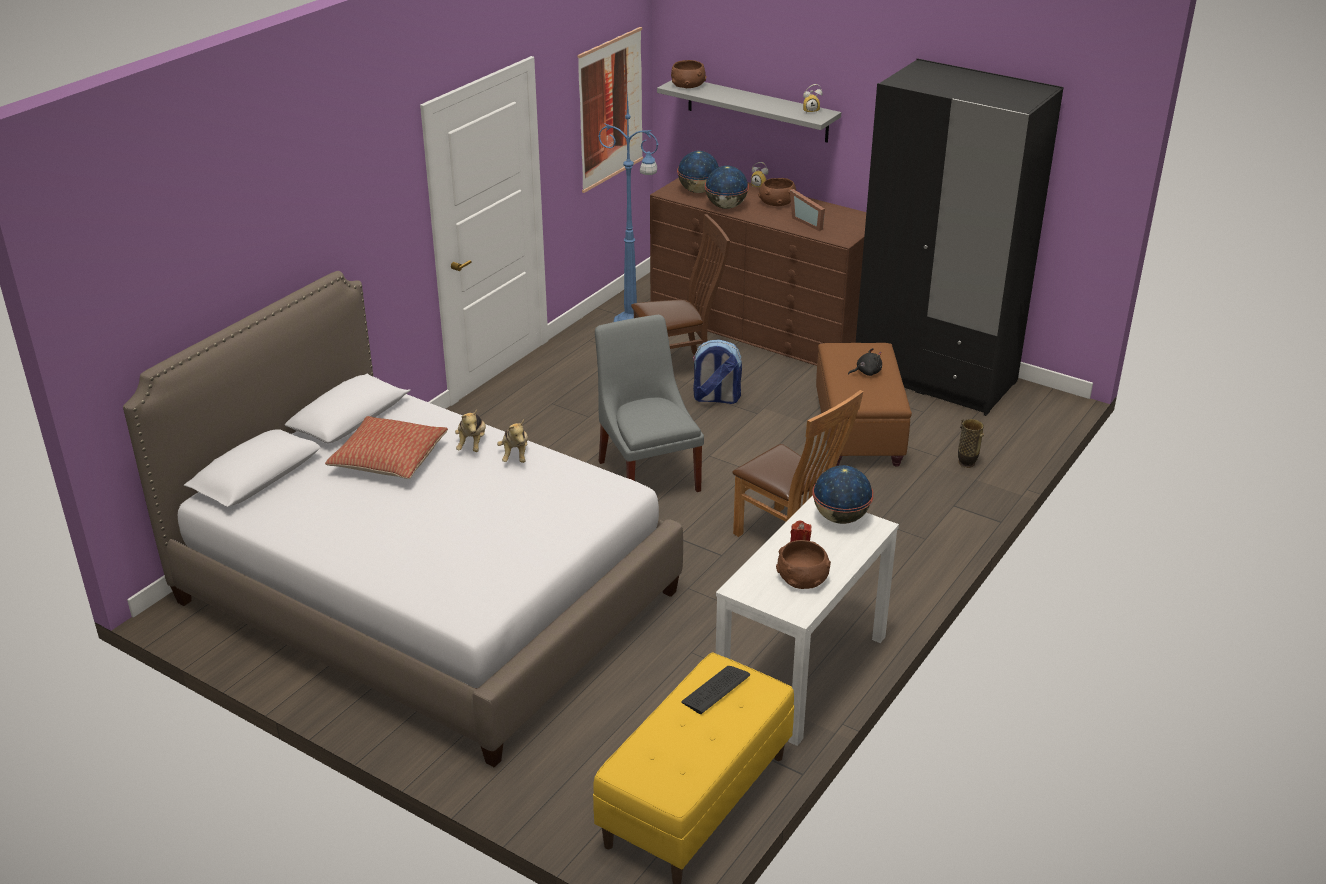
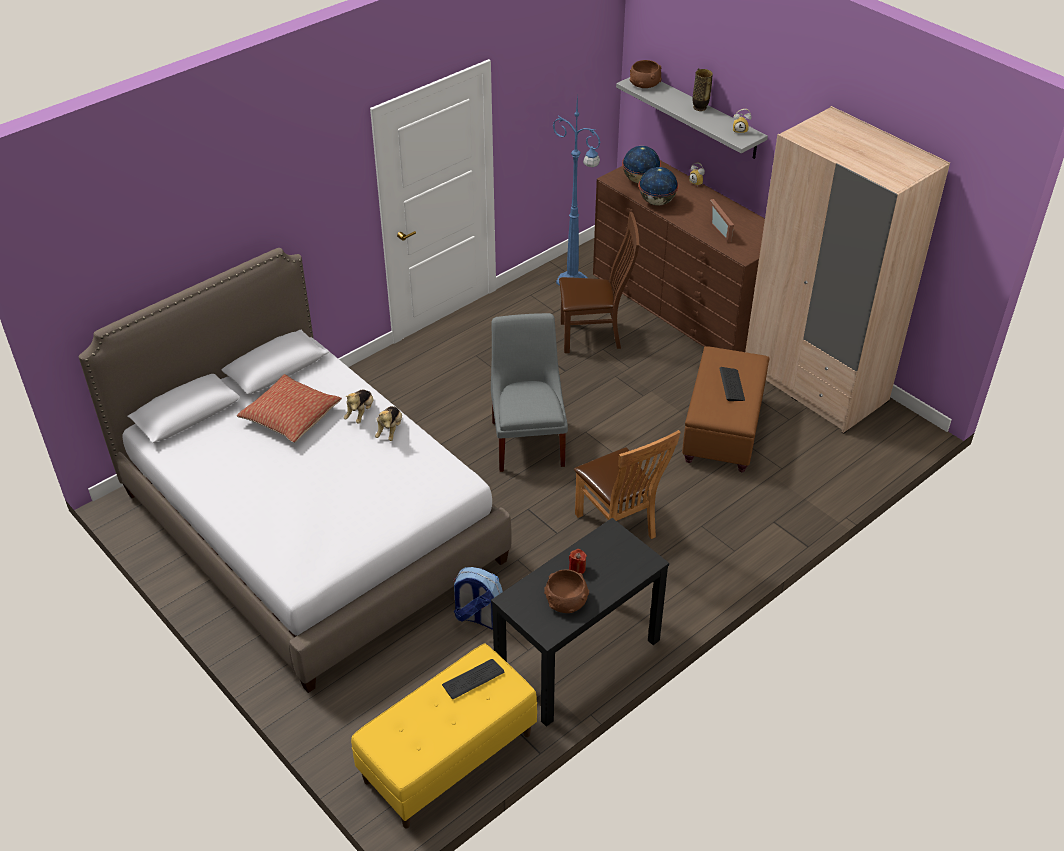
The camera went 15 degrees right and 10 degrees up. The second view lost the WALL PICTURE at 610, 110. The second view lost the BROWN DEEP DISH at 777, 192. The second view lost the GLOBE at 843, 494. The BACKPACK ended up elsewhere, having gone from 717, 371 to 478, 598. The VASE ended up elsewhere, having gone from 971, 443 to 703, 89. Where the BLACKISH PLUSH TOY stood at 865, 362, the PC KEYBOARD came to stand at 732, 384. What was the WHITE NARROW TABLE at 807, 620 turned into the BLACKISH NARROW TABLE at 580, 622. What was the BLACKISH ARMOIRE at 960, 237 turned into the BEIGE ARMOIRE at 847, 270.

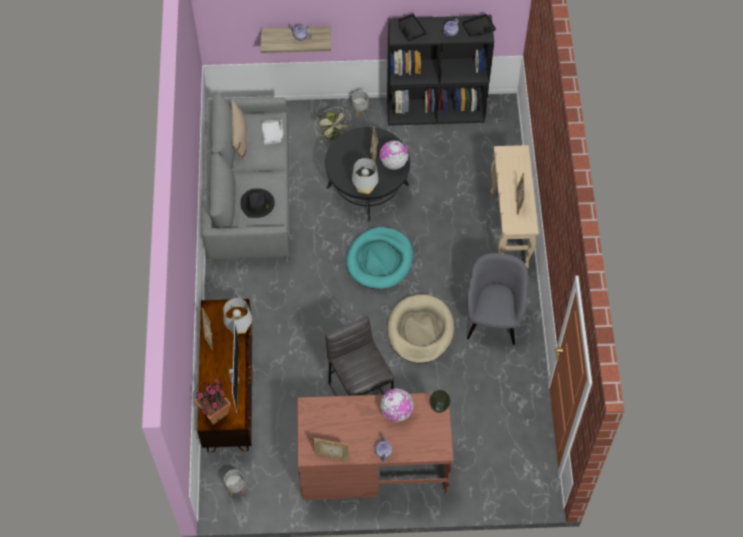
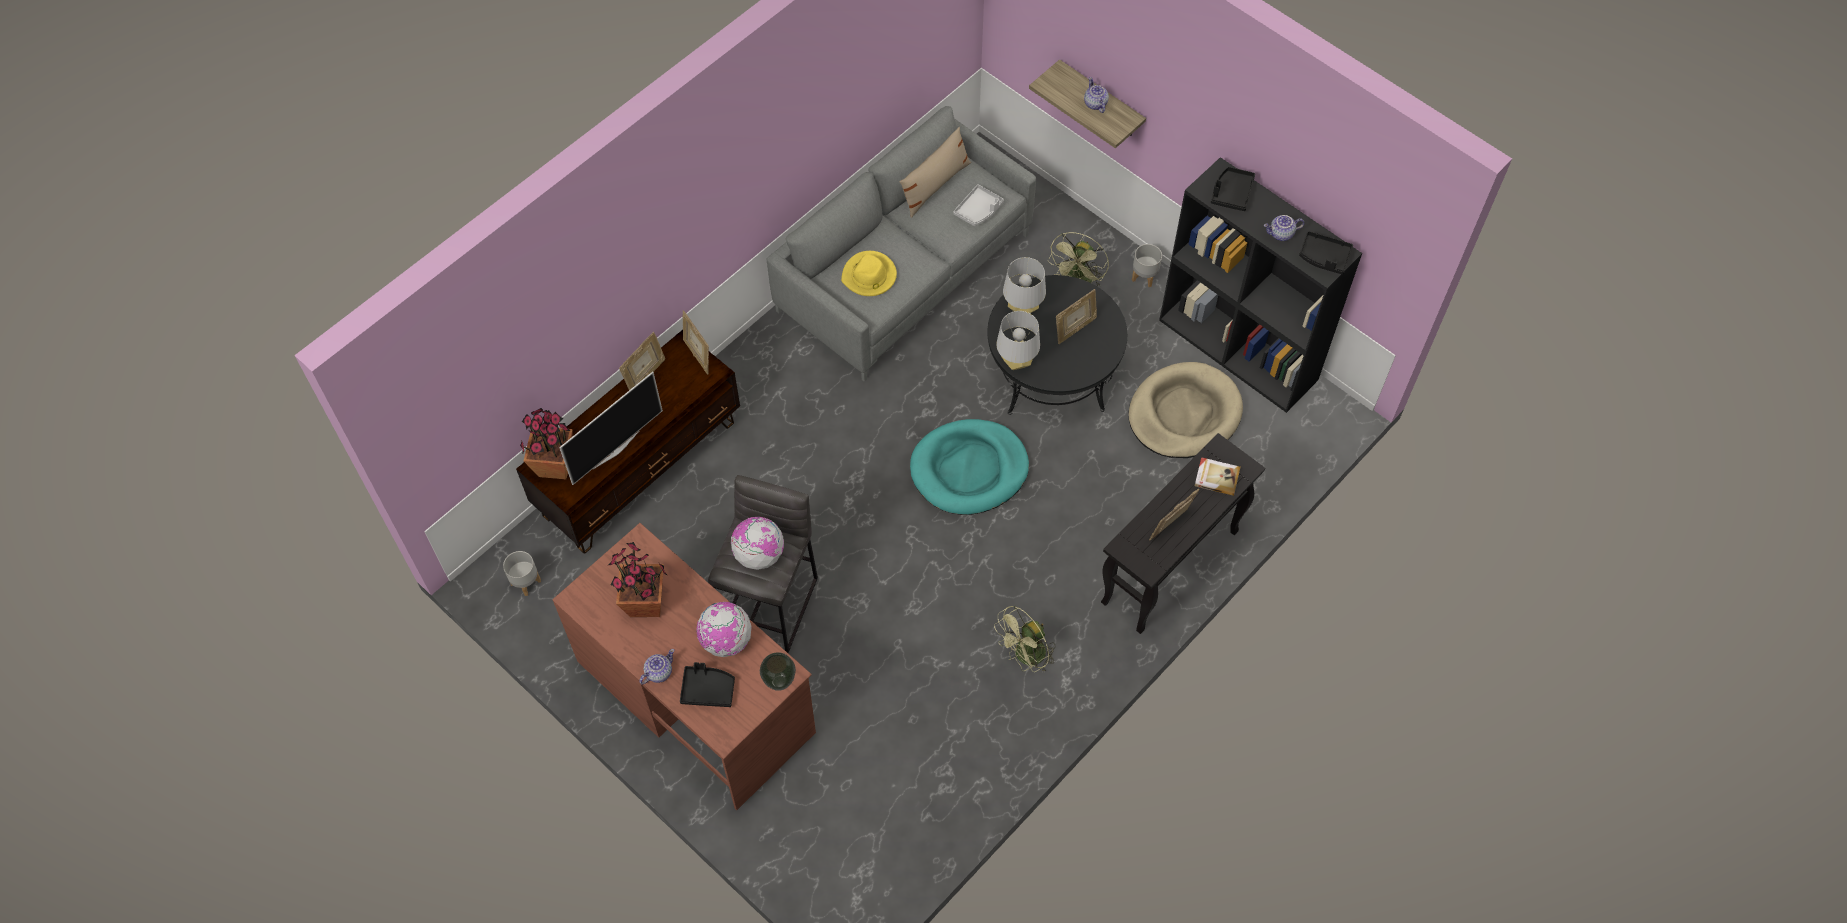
The camera went 45 degrees right and 0 degrees up. The second view gained the HOUSEPLANT at 638, 579. The second view gained the BLACKISH SERVING TRAY at 707, 684. The second view gained the BOUND BOOK at 1218, 476. The GREY LAMP FOR A TABLE ended up elsewhere, having gone from 237, 316 to 1024, 285. The PHOTO FRAME ended up elsewhere, having gone from 331, 449 to 696, 342. The GLOBE ended up elsewhere, having gone from 393, 155 to 757, 543. The BEIGE DOG BED ended up elsewhere, having gone from 420, 329 to 1186, 410. Where the GREY ARMCHAIR stood at 497, 299, the GREEN COOLING FAN came to stand at 1025, 639. What was the BLACKISH WEARABLE HAT at 257, 203 turned into the YELLOW-COLOURED WEARABLE HAT at 869, 273. What was the BEIGE NARROW TABLE at 515, 206 turned into the BLACKISH NARROW TABLE at 1183, 533.

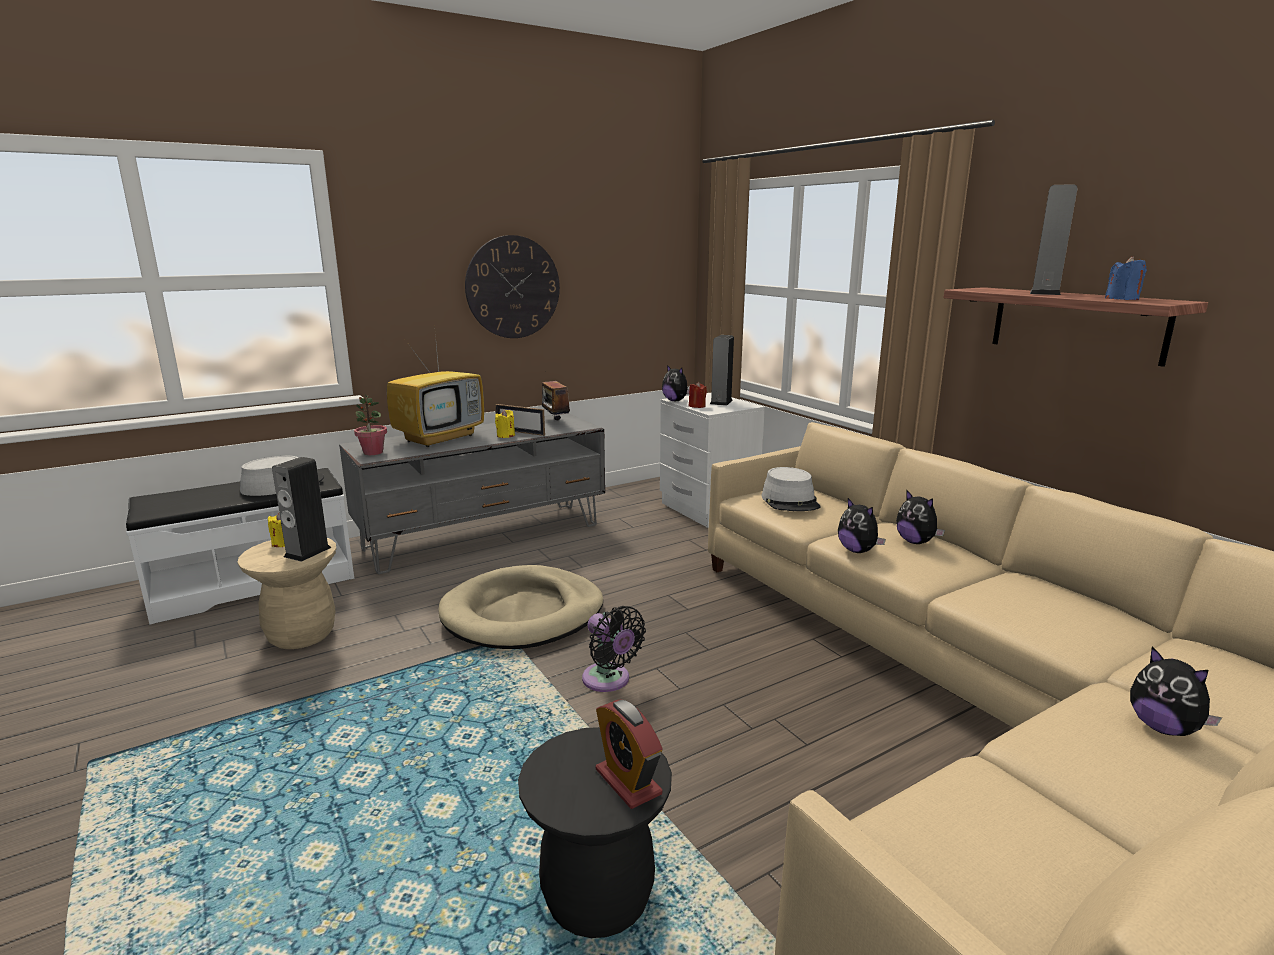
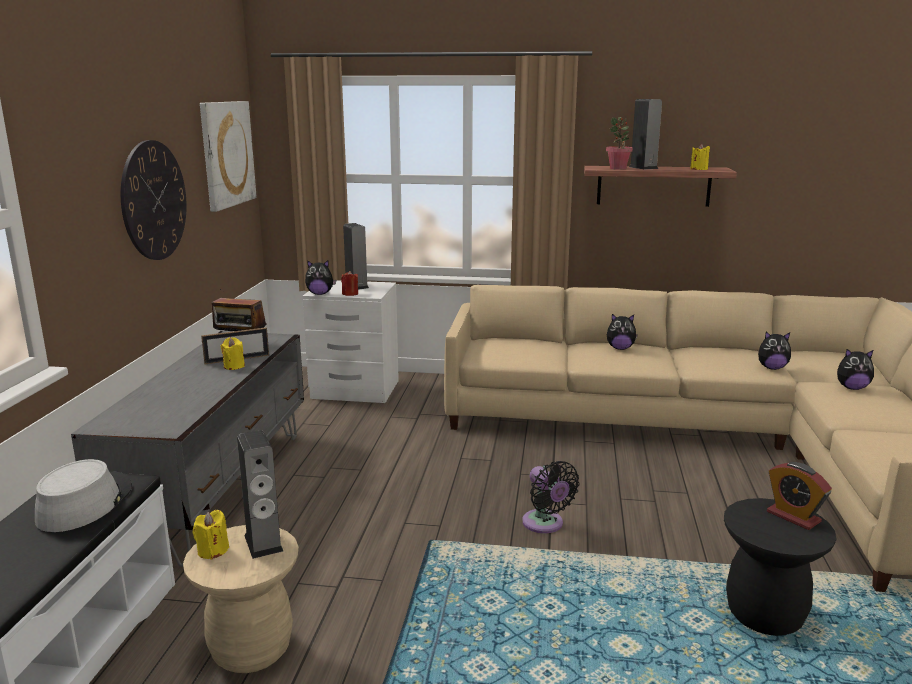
The camera went 50 degrees left and 0 degrees up. The second view lost the TELEVISION at 435, 391. The second view lost the BEIGE DOG BED at 520, 607. The second view lost the GREY WEARABLE HAT at 791, 489. The second view gained the WALL PICTURE at 228, 156. The HOUSEPLANT ended up elsewhere, having gone from 370, 424 to 619, 143. The PLUSH TOY ended up elsewhere, having gone from 862, 525 to 774, 351. What was the BLUE-COLOURED WAX CANDLE at 1126, 278 turned into the YELLOW-COLOURED WAX CANDLE at 700, 157. The BLACKISH COOLING FAN at 614, 649 ended up facing another way, 60 degrees clockwise from before. The ALARM CLOCK at 629, 754 ended up facing another way, 45 degrees clockwise from before.

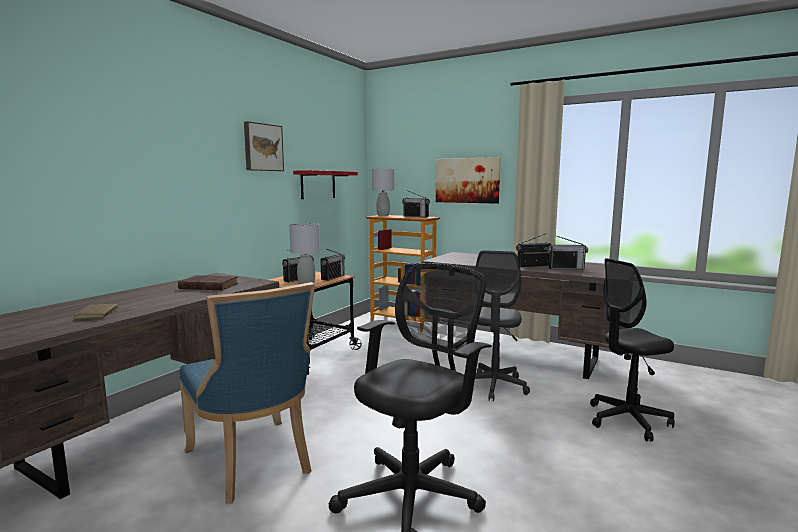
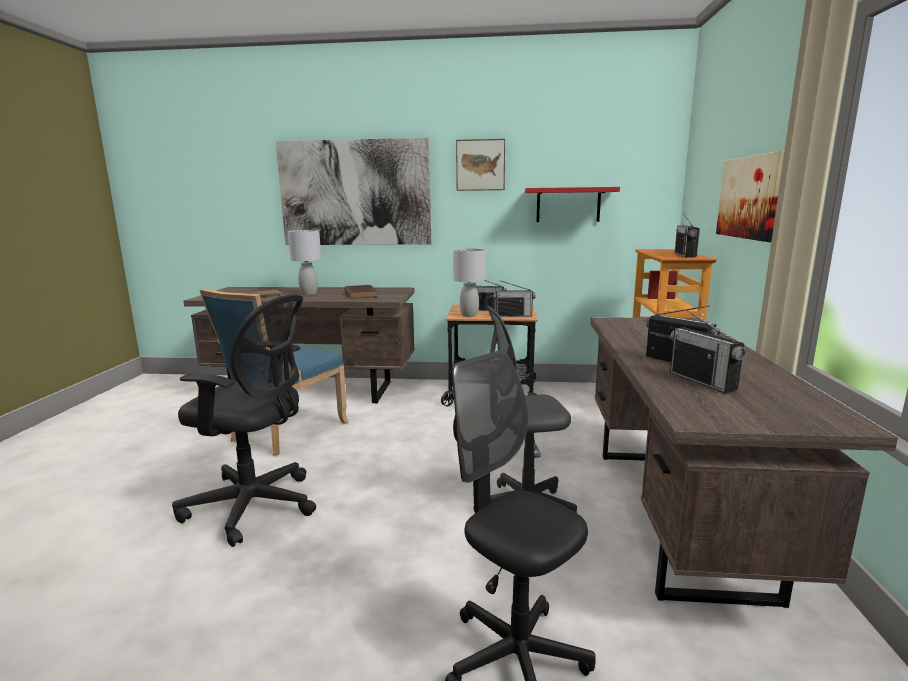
The camera went 65 degrees right and 5 degrees up. The second view gained the WALL PICTURE at 353, 191. The GREY LAMP FOR A TABLE ended up elsewhere, having gone from 383, 192 to 304, 262.

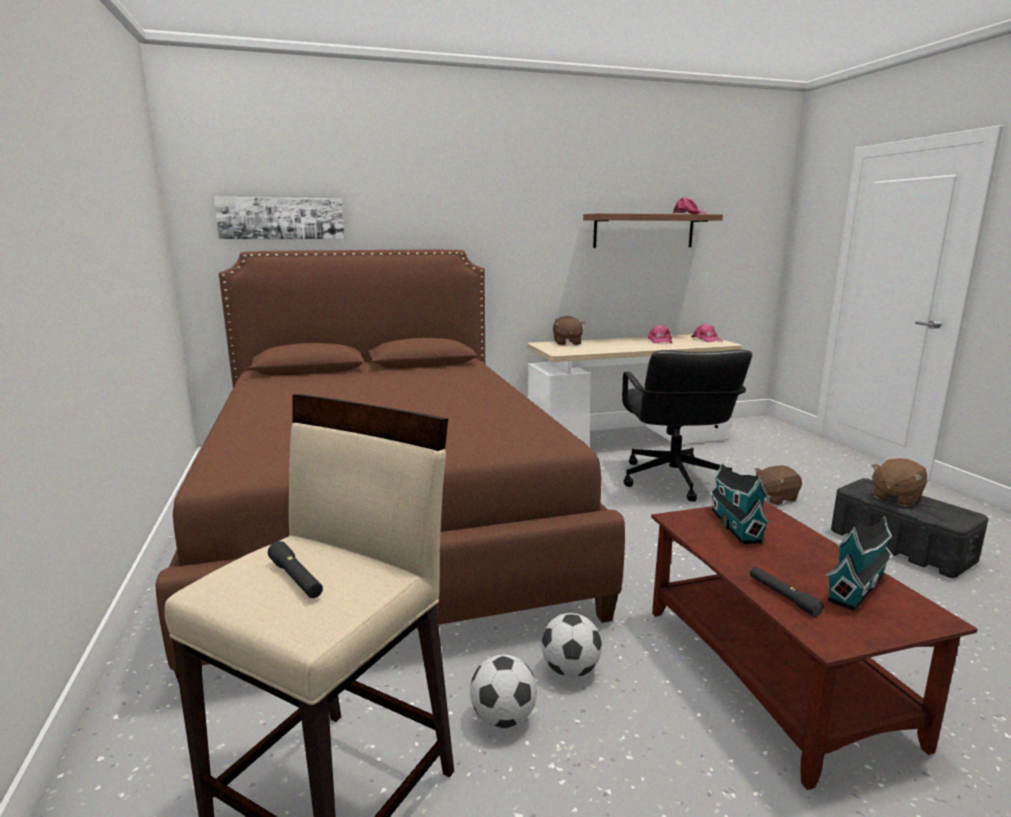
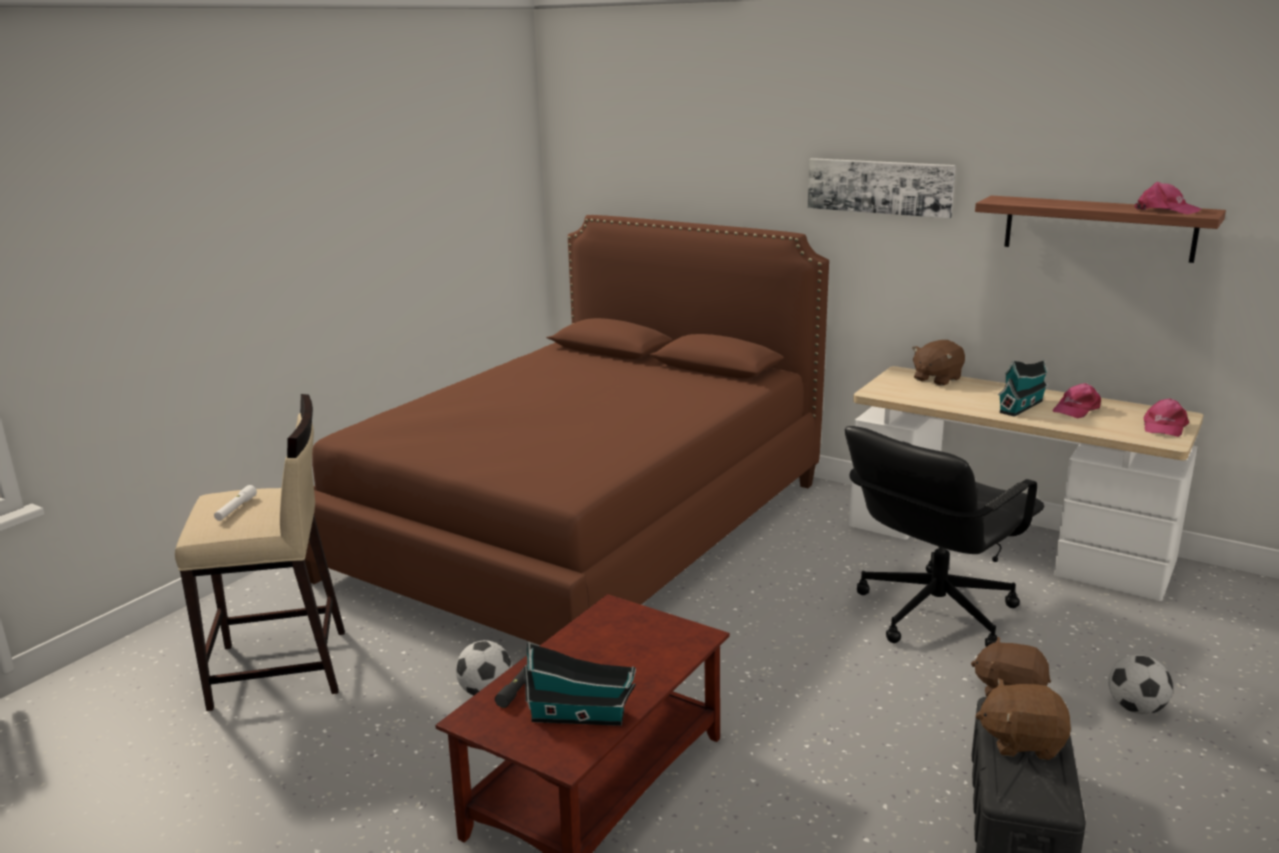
The camera went 50 degrees right and 5 degrees up. The WALL PICTURE ended up elsewhere, having gone from 279, 218 to 882, 188. The FOOTBALL ended up elsewhere, having gone from 503, 691 to 1141, 684. The TOY HOUSE ended up elsewhere, having gone from 740, 503 to 1023, 388. What was the BLACKISH TORCH at 295, 569 turned into the WHITE TORCH at 235, 503.

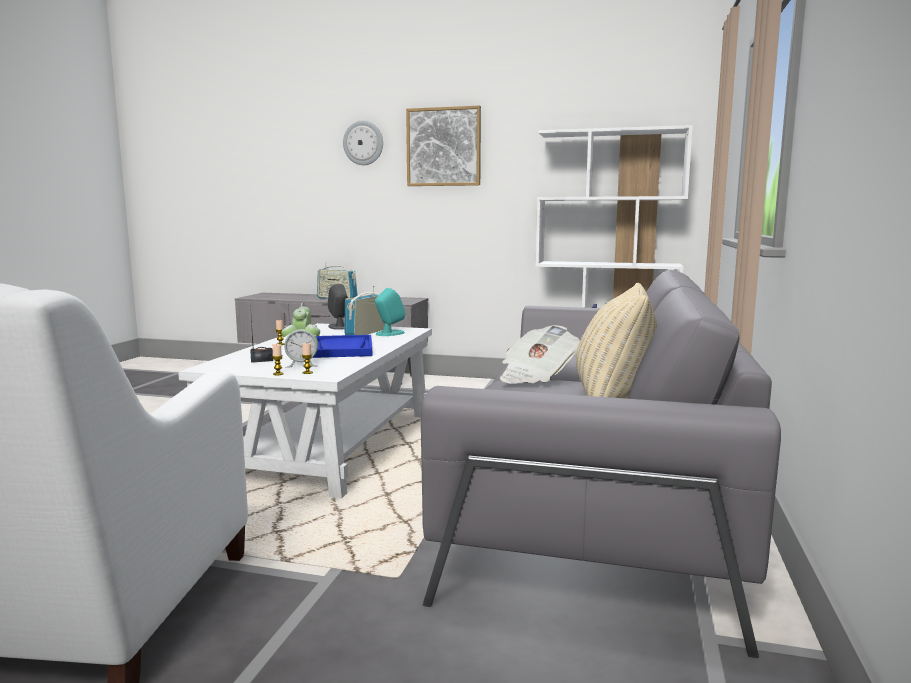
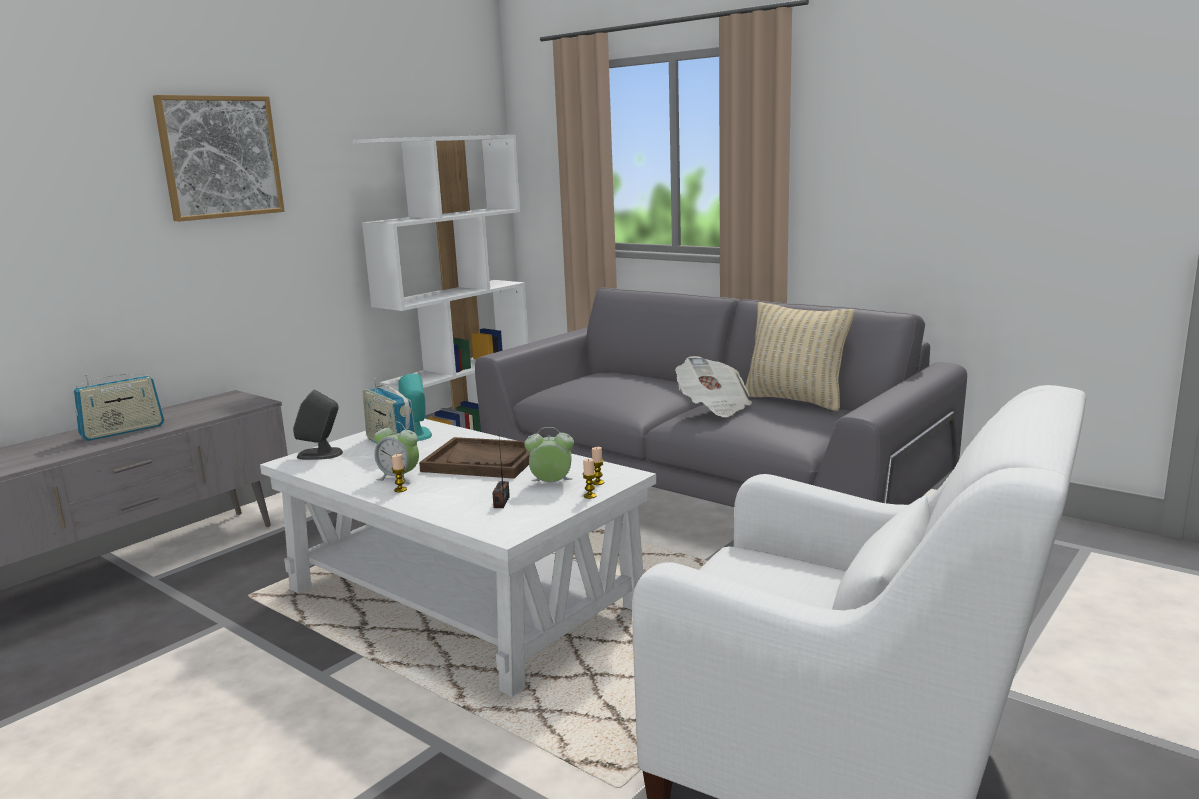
The camera went 65 degrees left and 5 degrees up. The second view lost the CLOCK ON THE WALL at 363, 143. What was the BLUE-COLOURED SERVING TRAY at 342, 346 turned into the BROWN SERVING TRAY at 474, 458. The ALARM CLOCK at 300, 343 ended up facing another way, 105 degrees counterclockwise from before.

